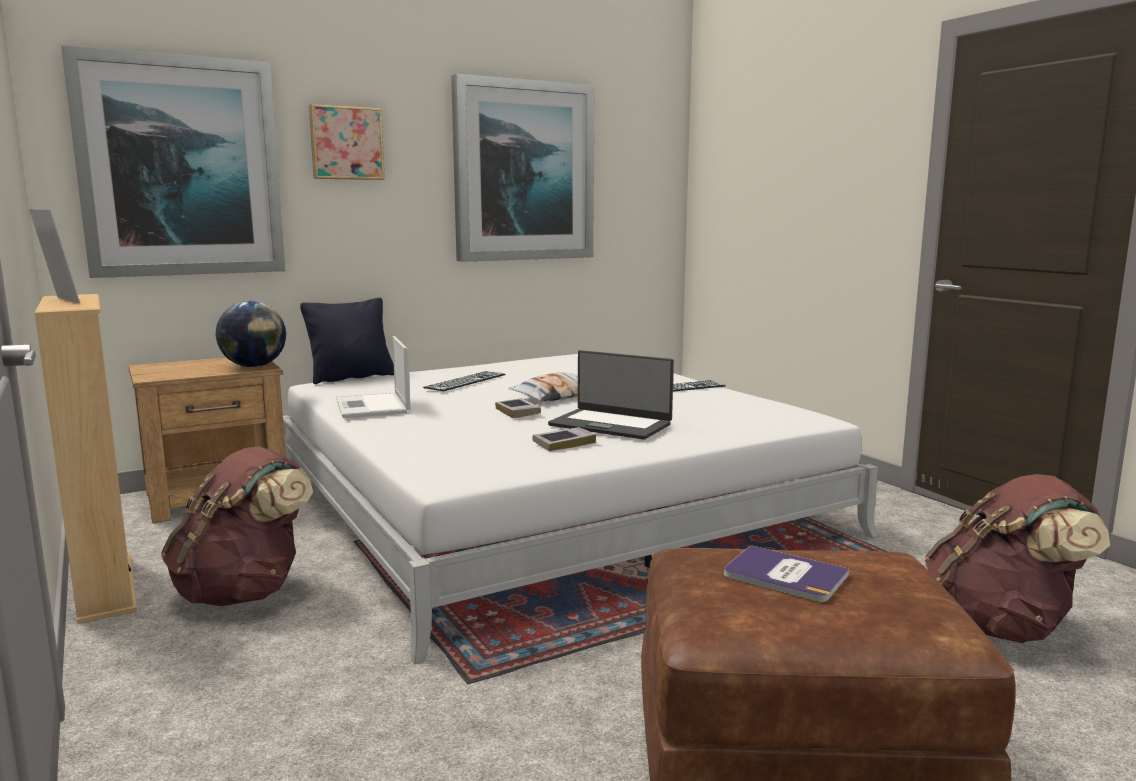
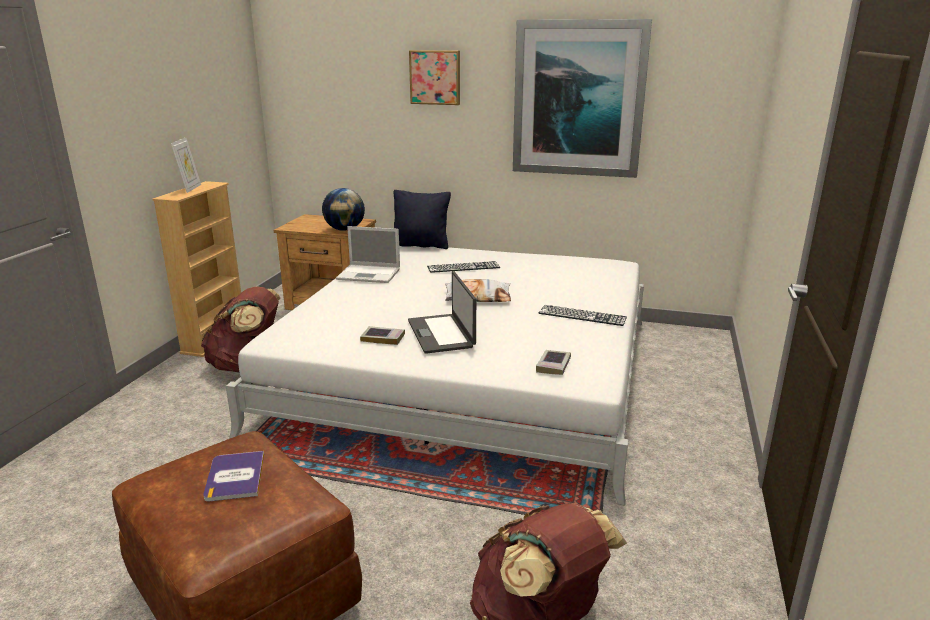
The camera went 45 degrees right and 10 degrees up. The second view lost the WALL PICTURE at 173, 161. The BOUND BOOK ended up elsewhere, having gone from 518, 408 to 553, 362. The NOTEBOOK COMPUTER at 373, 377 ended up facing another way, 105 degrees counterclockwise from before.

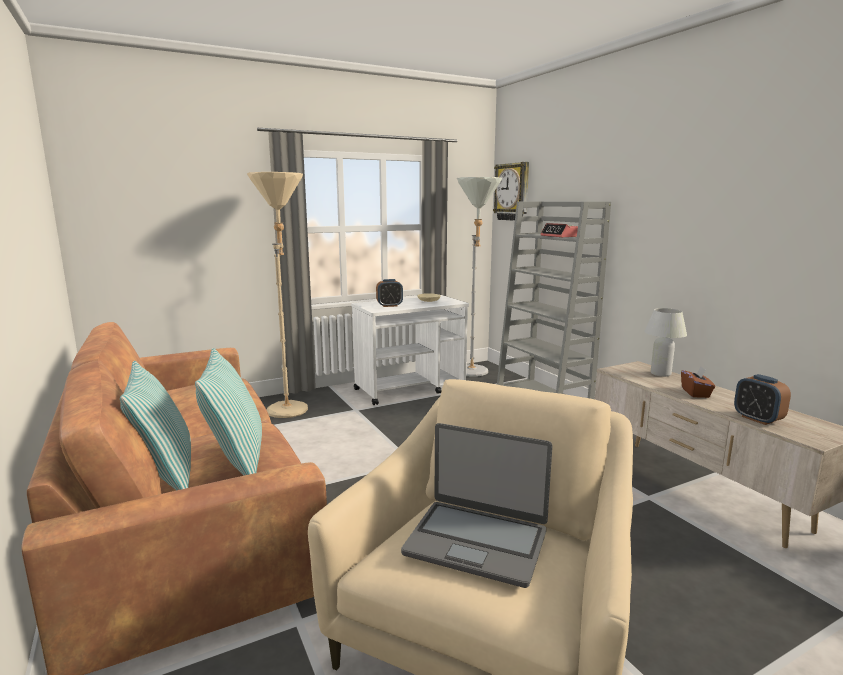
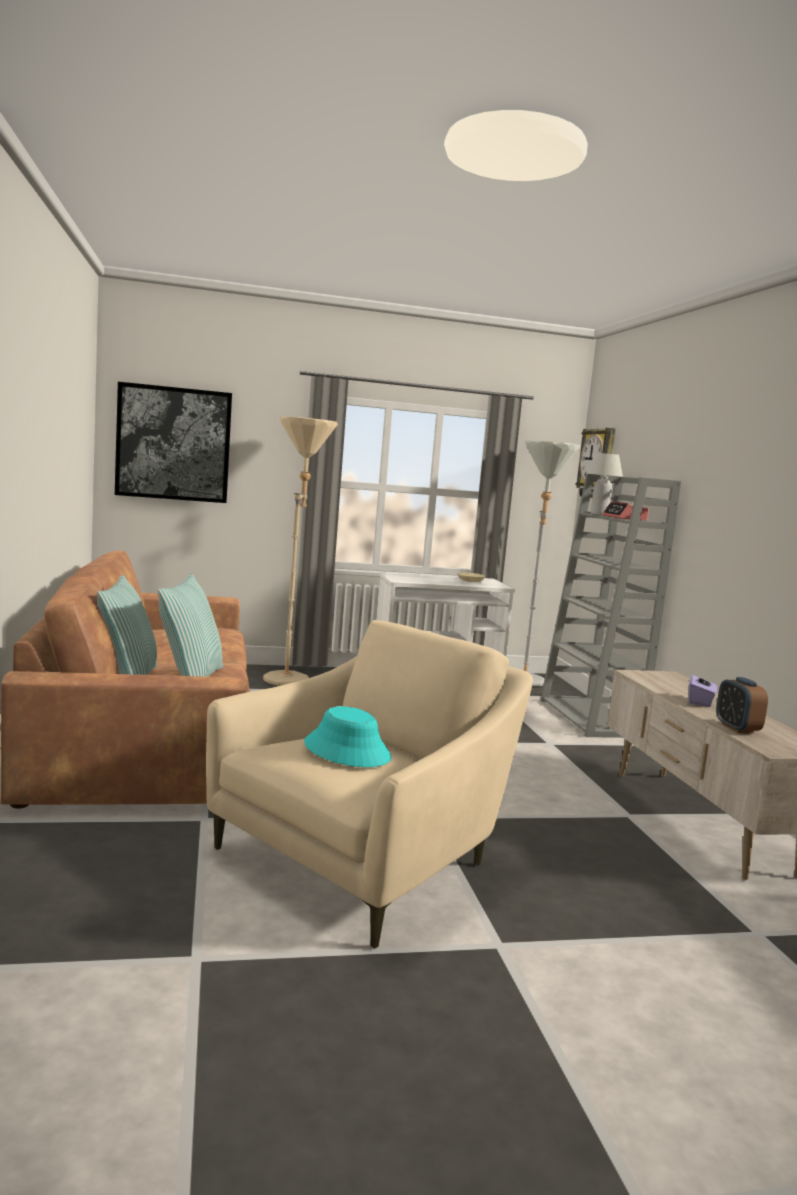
The camera went 15 degrees right and 5 degrees down. The second view lost the ALARM CLOCK at 389, 293. The second view gained the WALL PICTURE at 173, 442. The WHITE LAMP FOR A TABLE ended up elsewhere, having gone from 665, 342 to 604, 484. Where the NOTEBOOK COMPUTER stood at 476, 505, the TURQUOISE WEARABLE HAT came to stand at 347, 736. What was the BROWN BOX OF TISSUES at 698, 382 turned into the PURPLE-COLOURED BOX OF TISSUES at 703, 689.

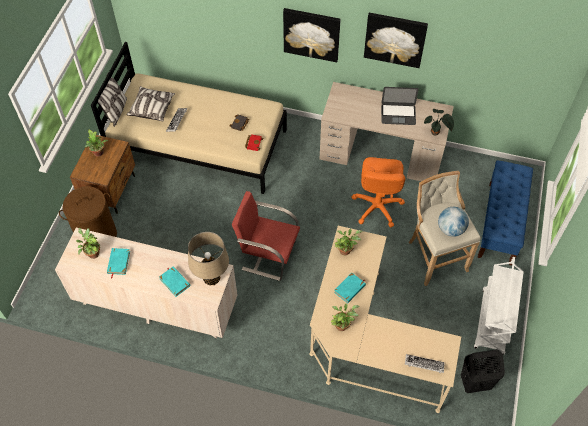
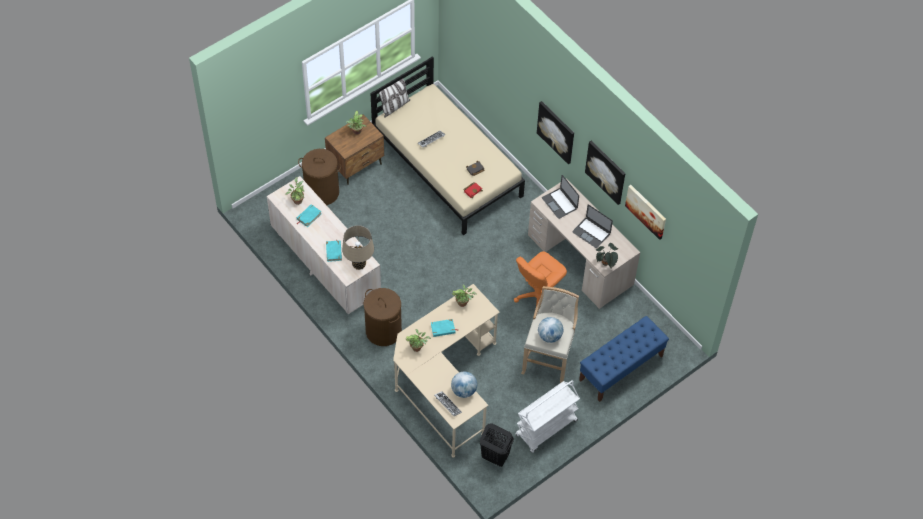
The camera went 35 degrees right and 0 degrees up. The second view lost the CUSHION at 150, 103. The second view lost the RED-COLOURED UPRIGHT CHAIR at 266, 236. The second view gained the BROWN HAMPER at 383, 317. The second view gained the GLOBE at 464, 384. The second view gained the NOTEBOOK COMPUTER at 560, 197. The second view gained the WALL PICTURE at 645, 212.

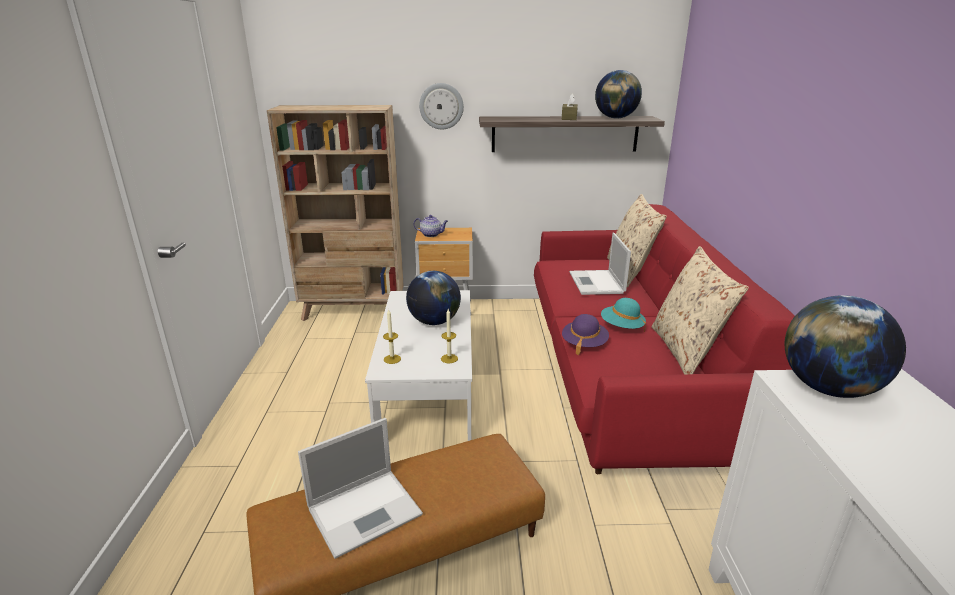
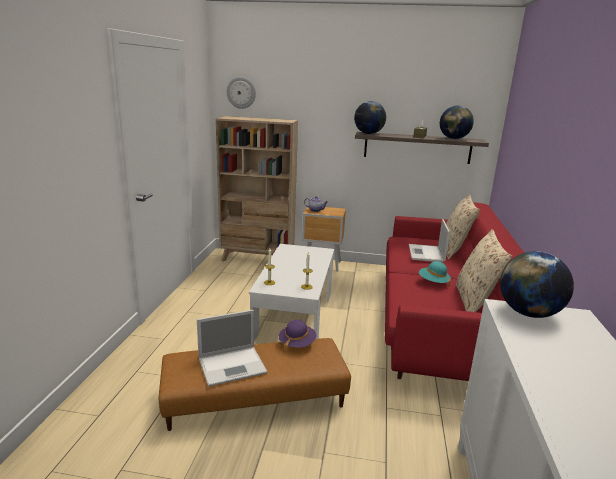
The camera went 10 degrees right and 5 degrees down. The GLOBE ended up elsewhere, having gone from 433, 298 to 370, 117. The CLOCK ON THE WALL ended up elsewhere, having gone from 441, 106 to 241, 93. The PURPLE-COLOURED WEARABLE HAT ended up elsewhere, having gone from 585, 334 to 297, 336.

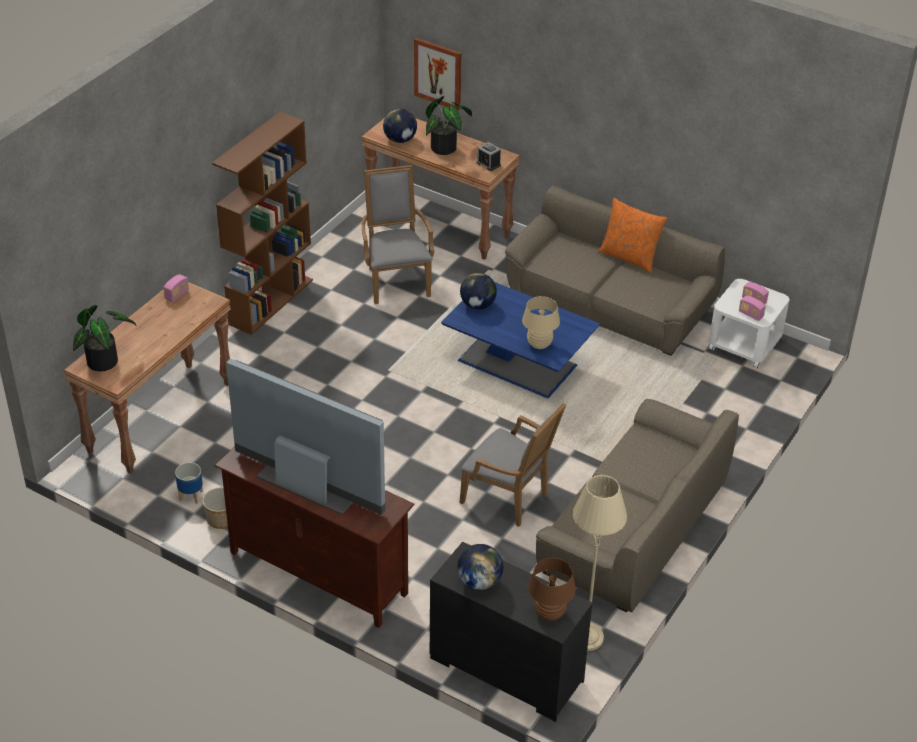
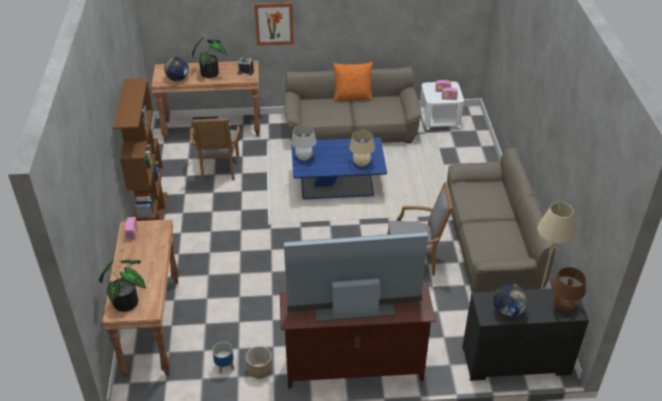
The camera went 35 degrees left and 0 degrees up. The WALL PICTURE ended up elsewhere, having gone from 438, 74 to 274, 24. Where the GLOBE stood at 478, 291, the WHITE LAMP FOR A TABLE came to stand at 303, 143. The GREY ARMCHAIR at 398, 234 ended up facing another way, 135 degrees counterclockwise from before.

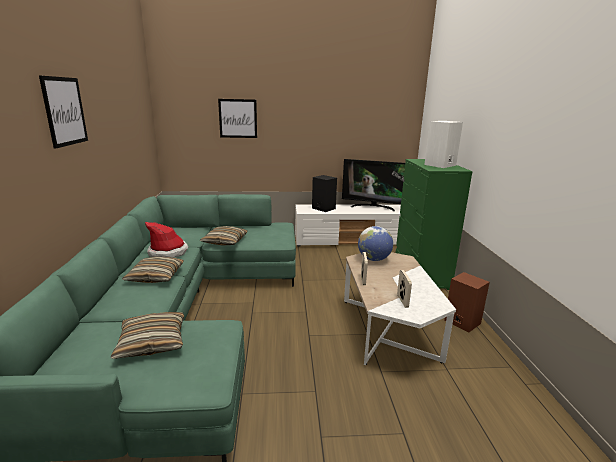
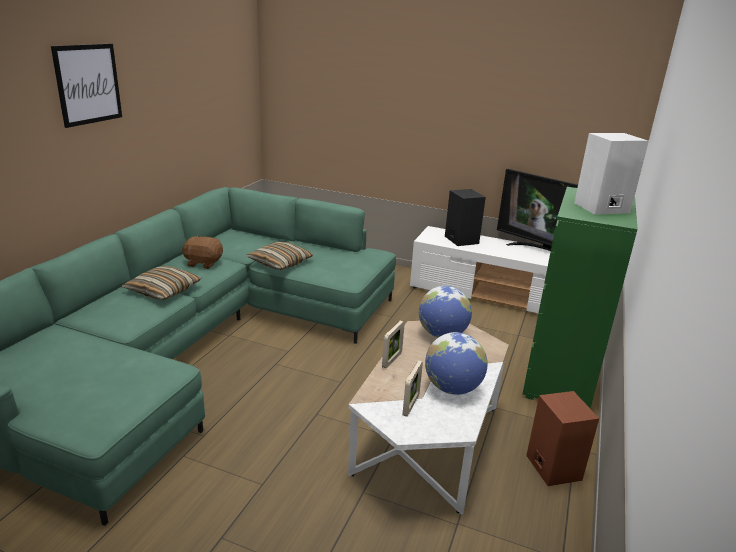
The camera went 25 degrees right and 5 degrees up. The second view lost the CUSHION at 147, 335. The second view lost the WALL PICTURE at 237, 118. The second view gained the GLOBE at 456, 363. Where the WEARABLE HAT stood at 167, 240, the BROWN PLUSH TOY came to stand at 202, 252.

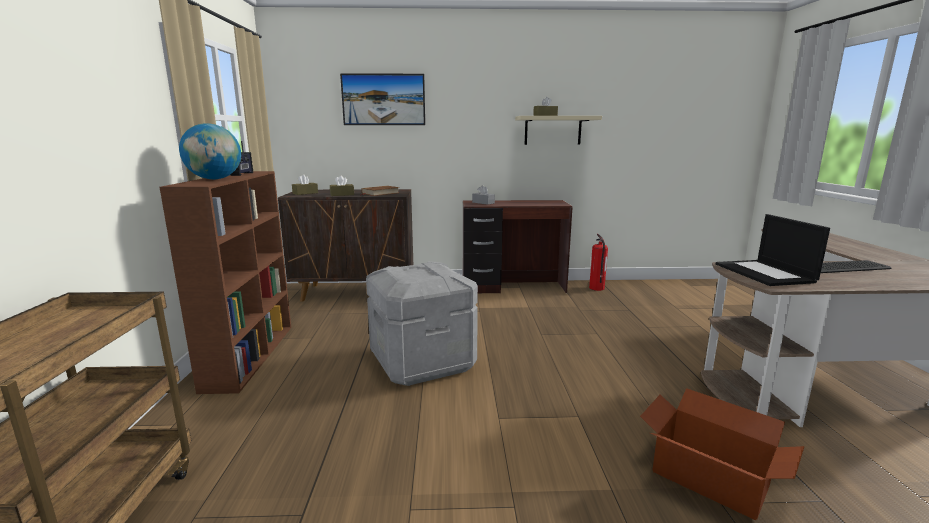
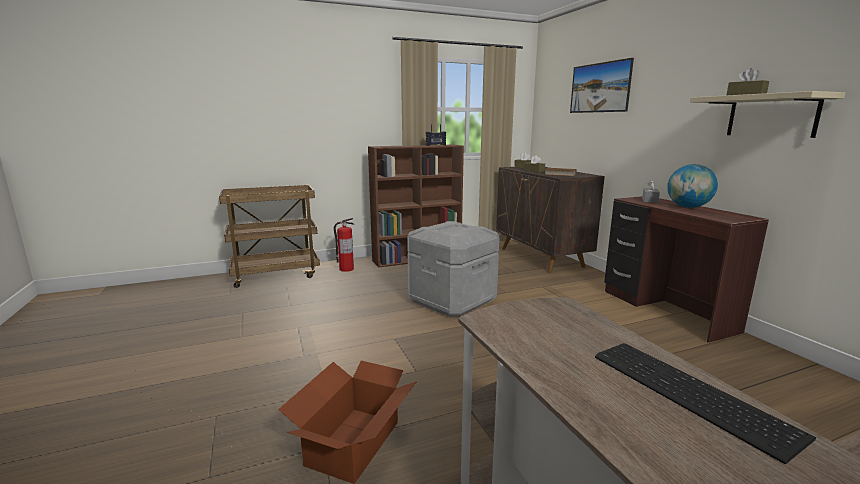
The camera went 70 degrees right and 0 degrees up. The second view lost the NOTEBOOK COMPUTER at 773, 250. The GLOBE ended up elsewhere, having gone from 210, 151 to 692, 186. The EXTINGUISHER ended up elsewhere, having gone from 598, 262 to 344, 245.

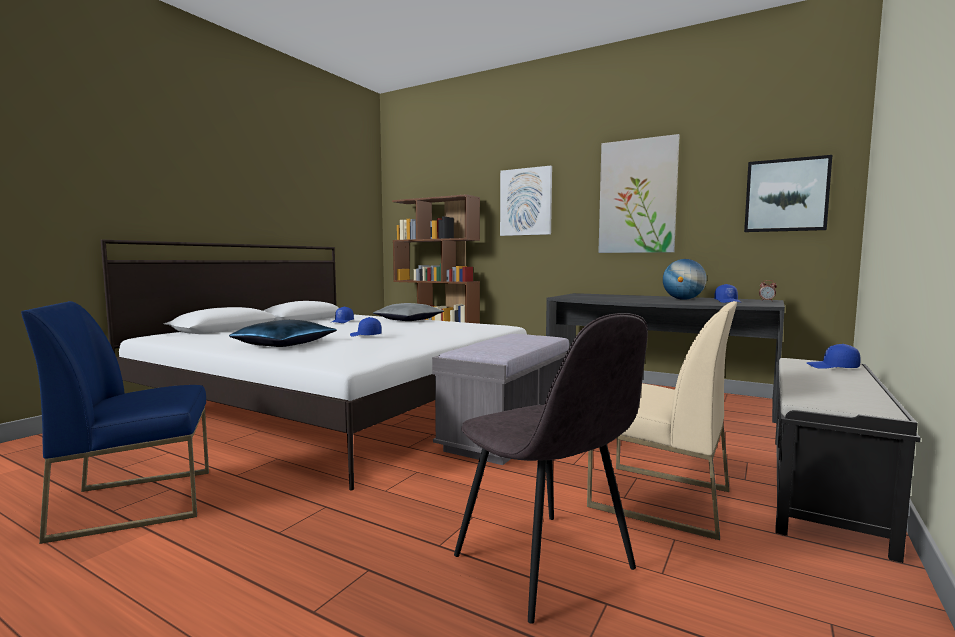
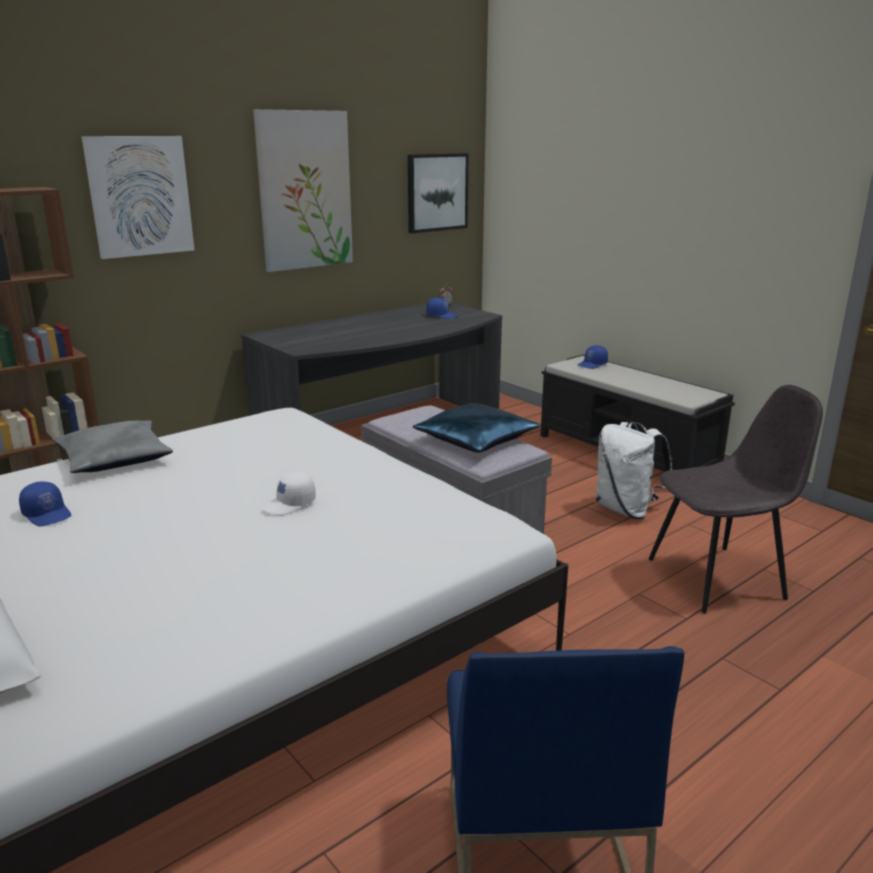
The camera went 70 degrees left and 15 degrees up. The second view lost the GLOBE at 685, 279. The BLUE-COLOURED CUSHION ended up elsewhere, having gone from 283, 333 to 477, 428. Where the BEIGE UPRIGHT CHAIR stood at 662, 420, the WHITE BACKPACK came to stand at 634, 470. What was the BLUE-COLOURED CAP at 366, 326 turned into the WHITE CAP at 289, 494.

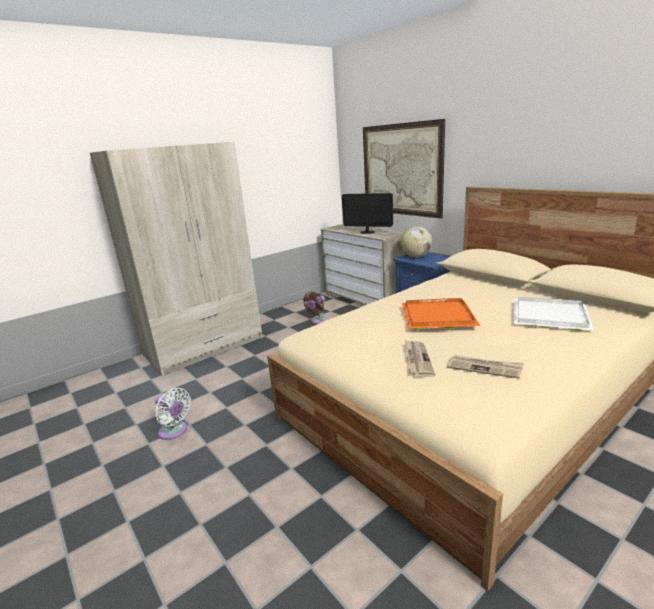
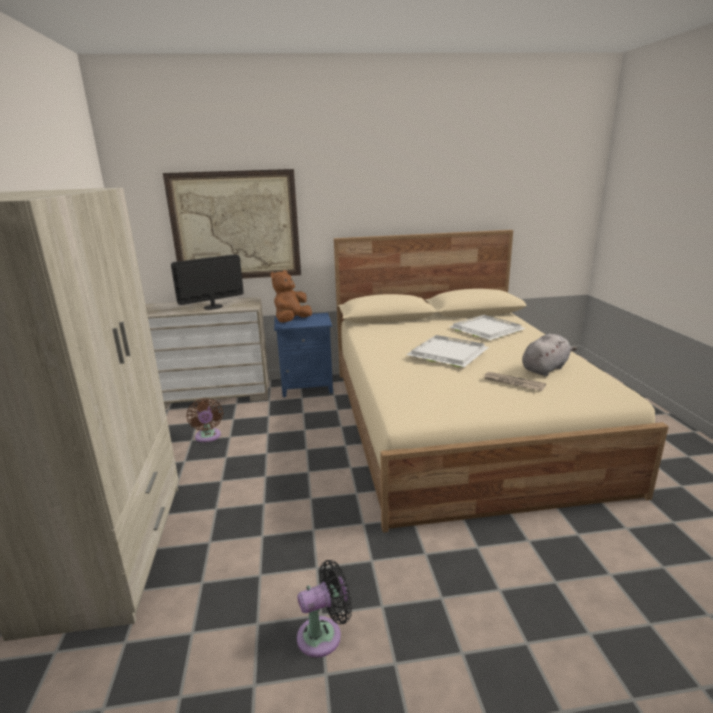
The camera went 60 degrees left and 0 degrees up. Where the GLOBE stood at 417, 242, the BROWN PLUSH TOY came to stand at 291, 296. Where the NEWSPAPER stood at 485, 367, the GREY PLUSH TOY came to stand at 549, 355. What was the WHITE COOLING FAN at 173, 414 turned into the BLACKISH COOLING FAN at 324, 609. What was the ORANGEY SERVING TRAY at 441, 314 turned into the WHITE SERVING TRAY at 447, 351.

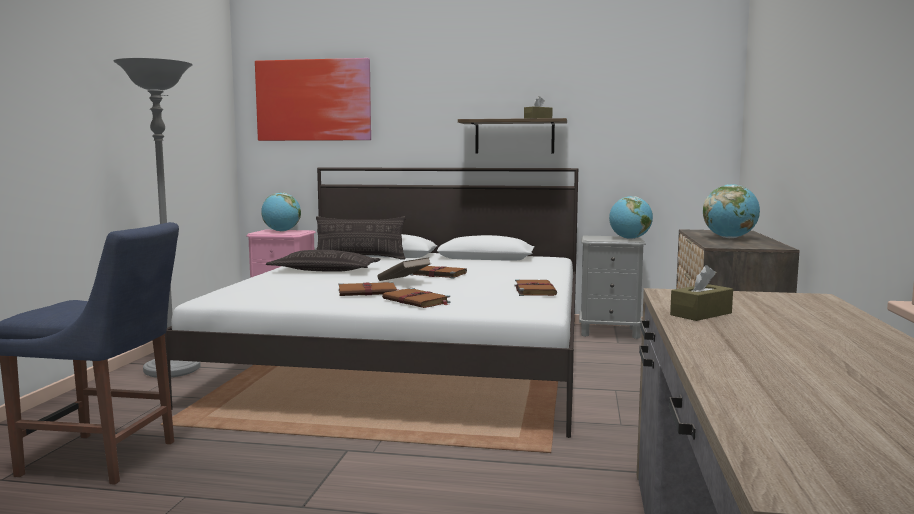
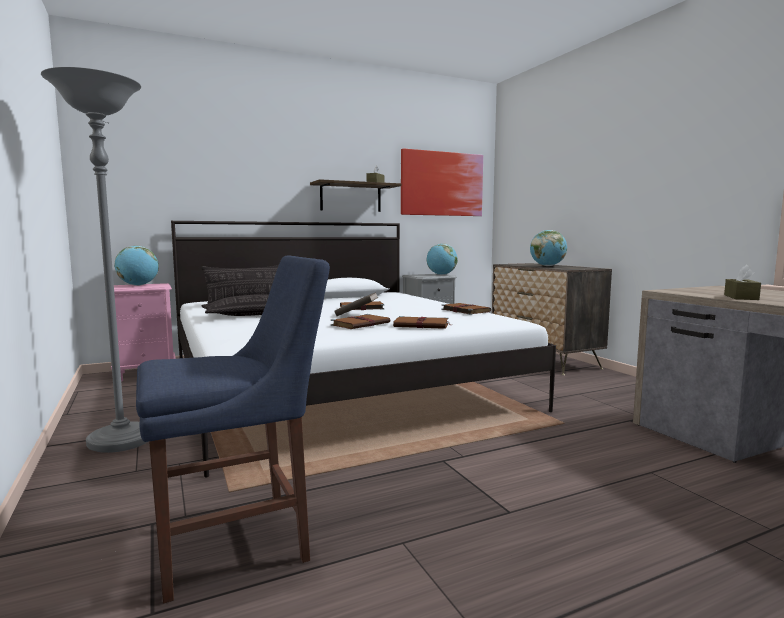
The camera went 35 degrees left and 0 degrees up. The WALL PICTURE ended up elsewhere, having gone from 313, 99 to 442, 182.

